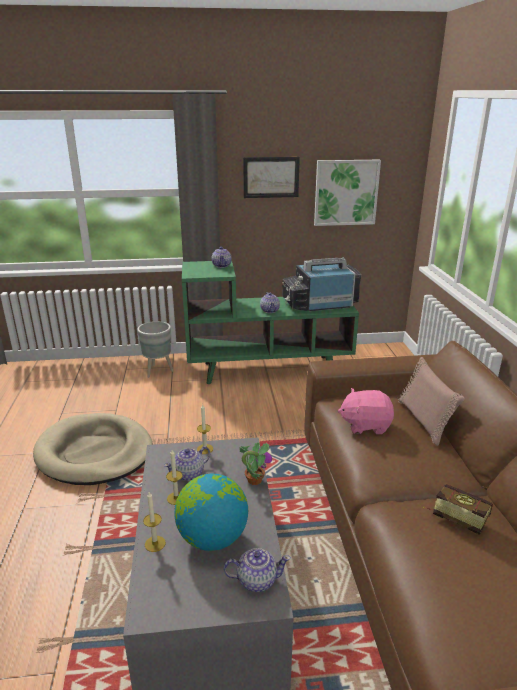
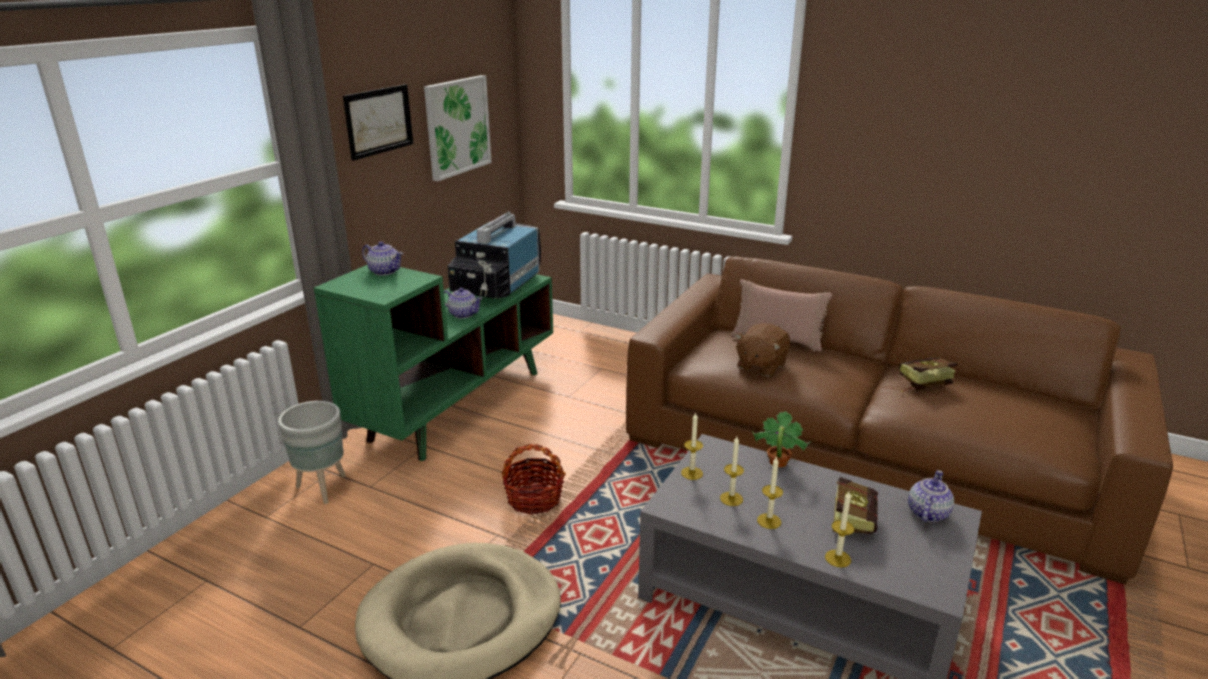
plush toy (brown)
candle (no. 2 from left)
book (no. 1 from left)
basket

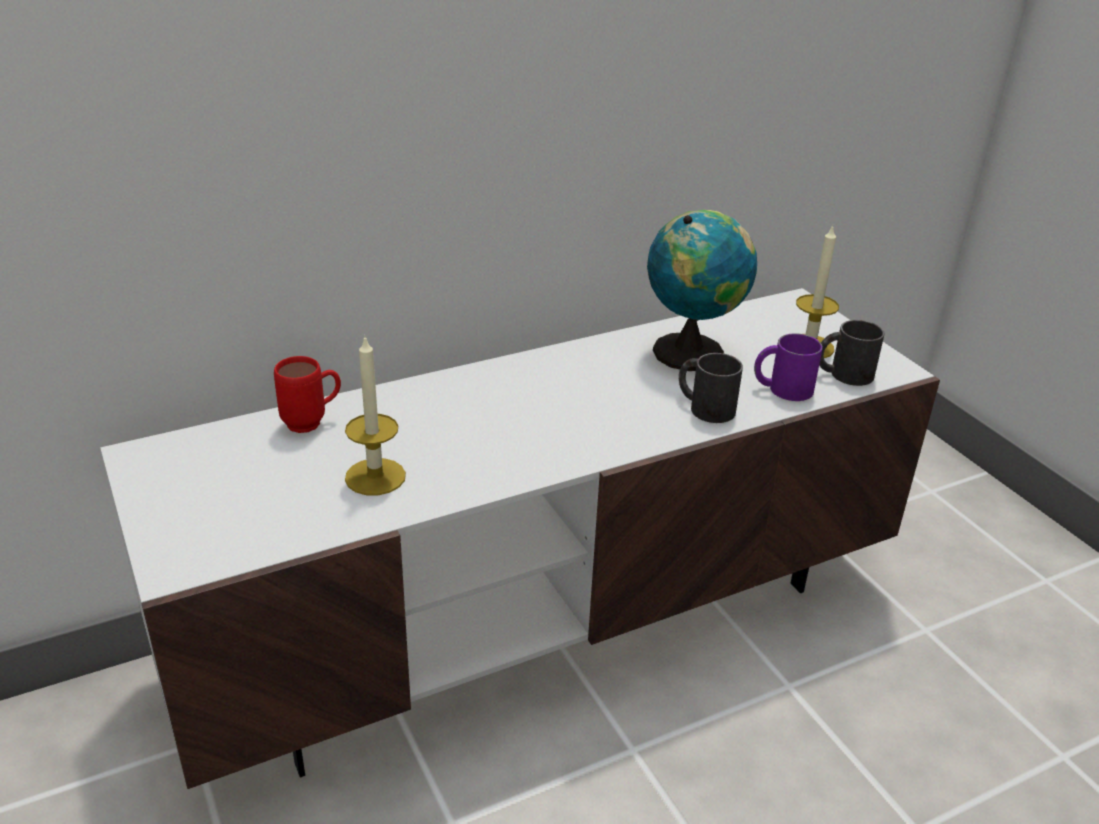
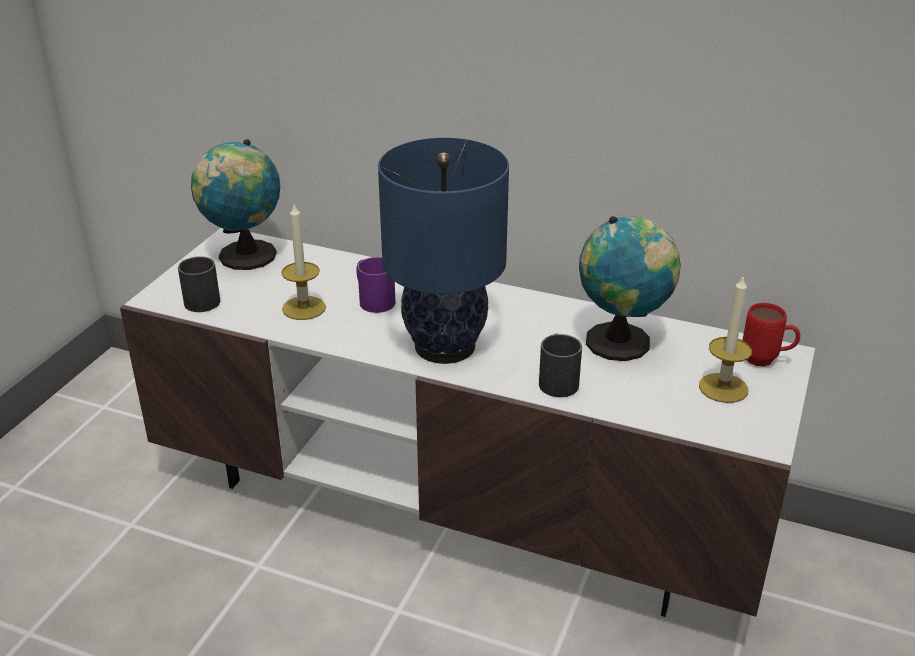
mug (black) (no. 1 from left)
mug (purple)
mug (red)
table lamp (blue)
globe (no. 1 from left)

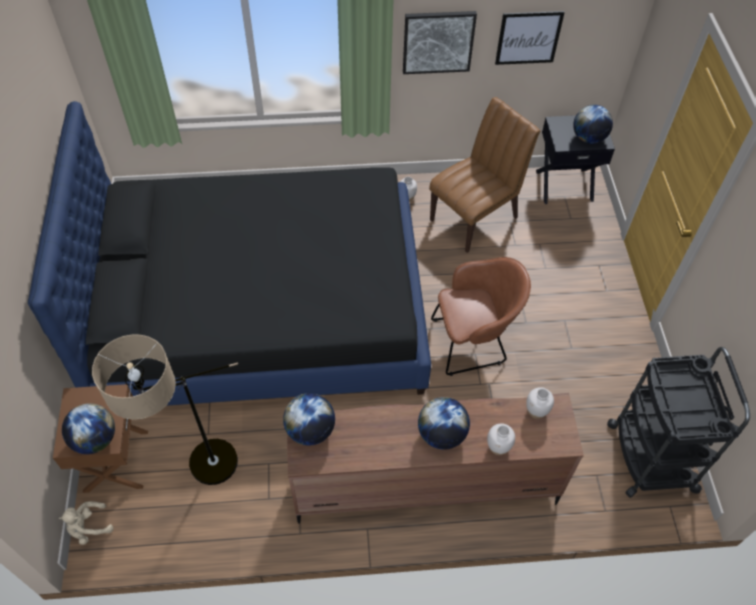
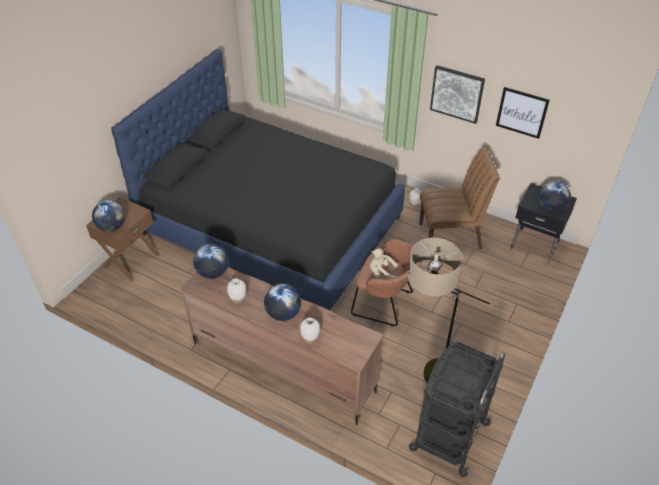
floor lamp
vase (white) (no. 1 from left)
plush toy (beige)

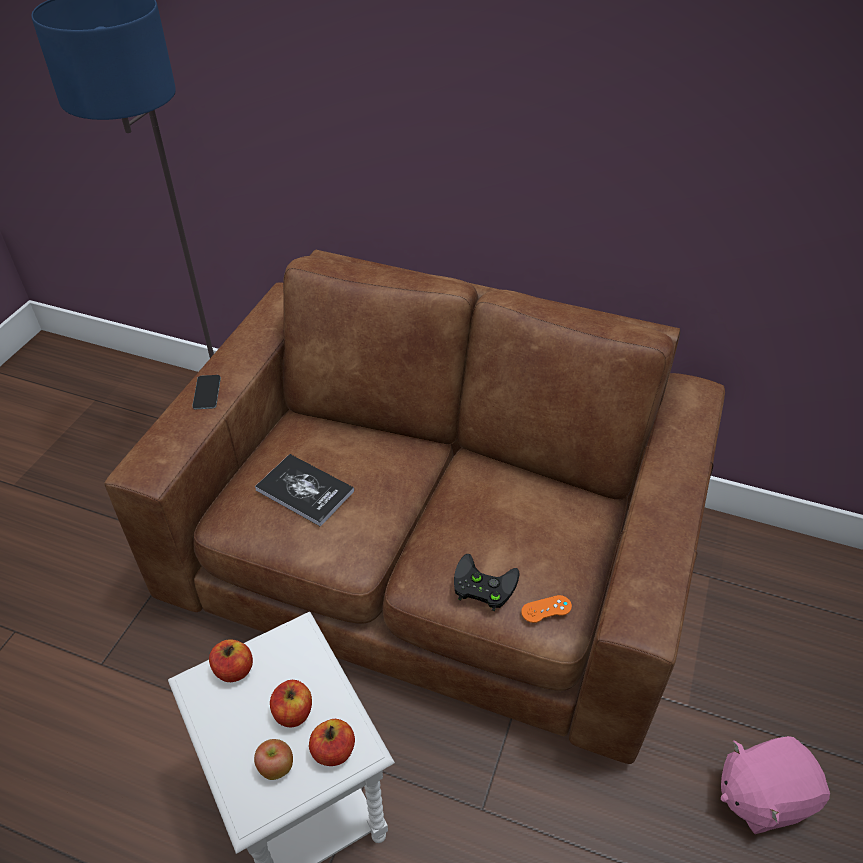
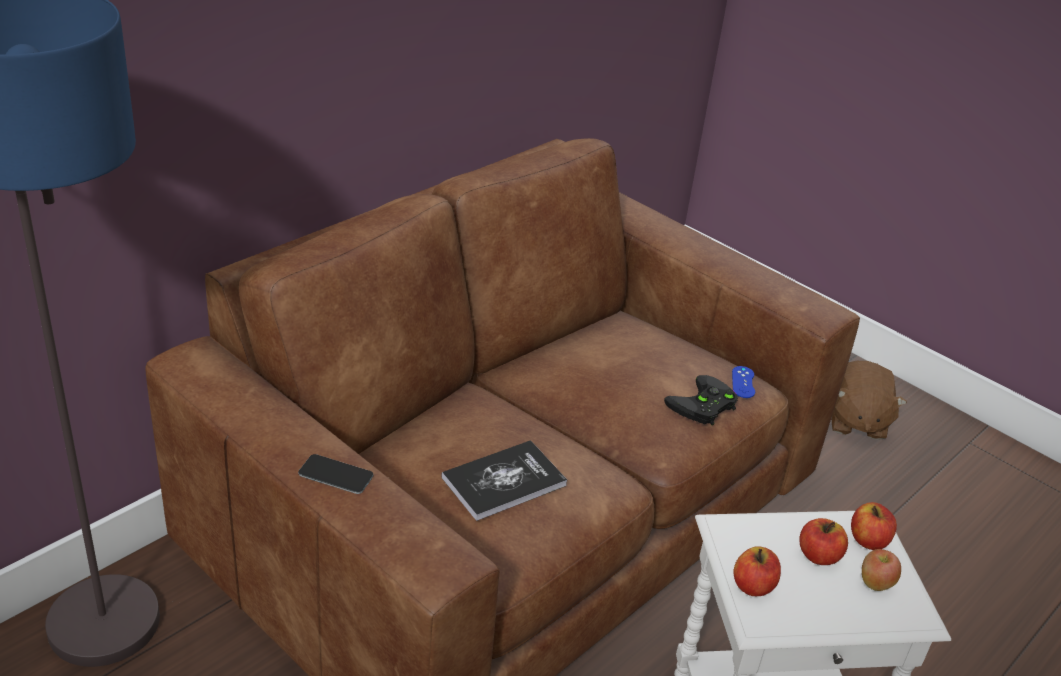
game controller (blue)
plush toy (brown)

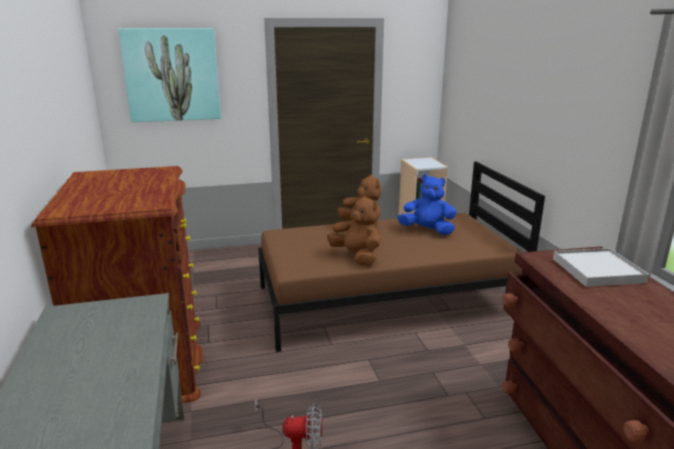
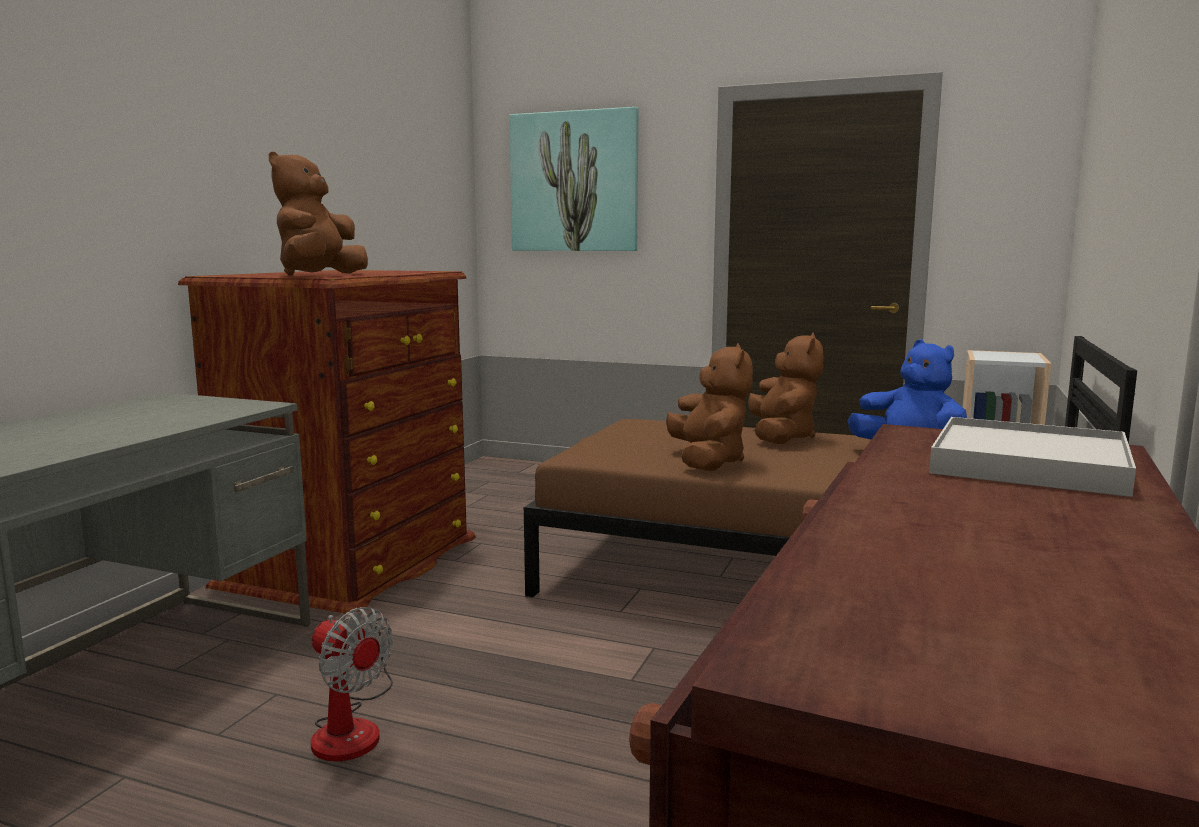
plush toy (brown) (no. 1 from left)

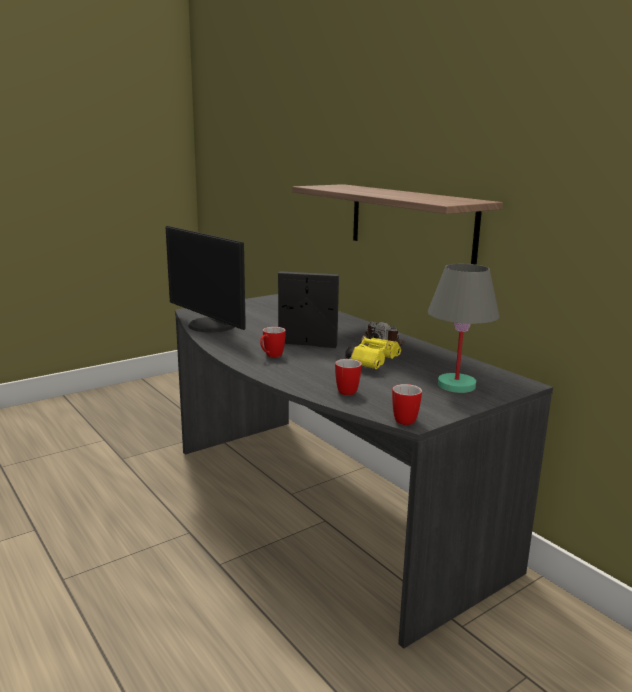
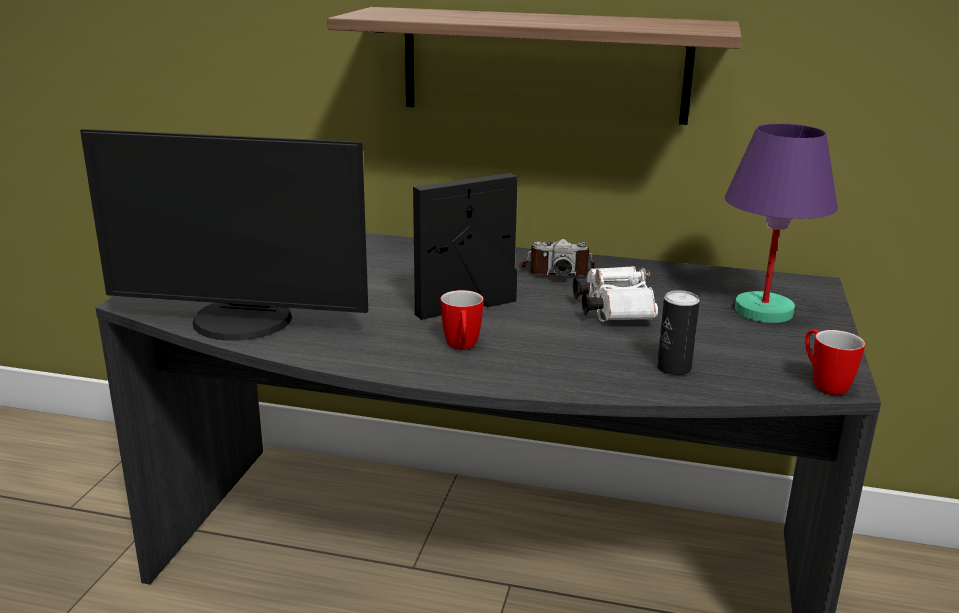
table lamp (purple)
binoculars (white)
can

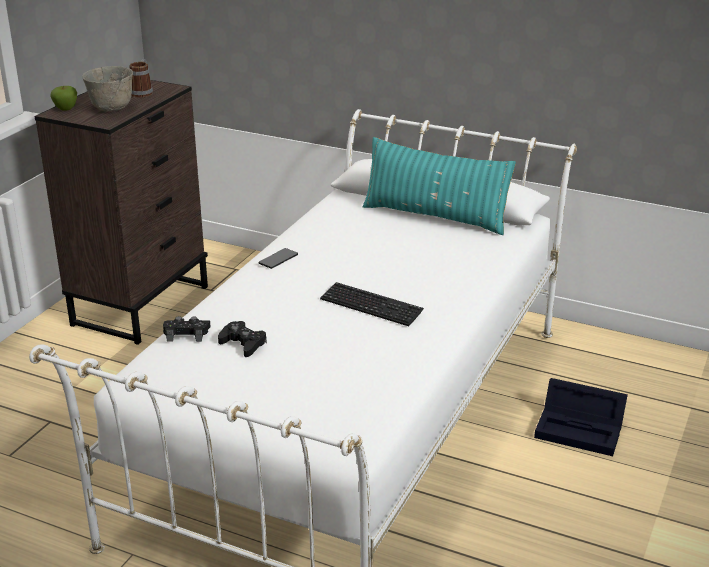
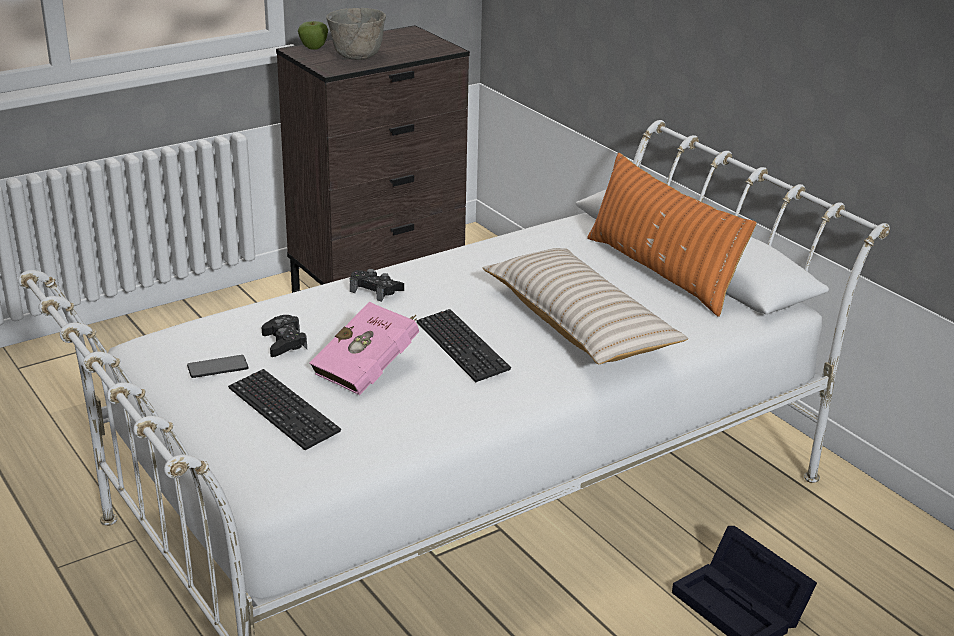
mug
pillow (orange)
phone
game controller (black) (no. 2 from left)
pillow (beige)
book (pink)
keyboard (no. 1 from left)

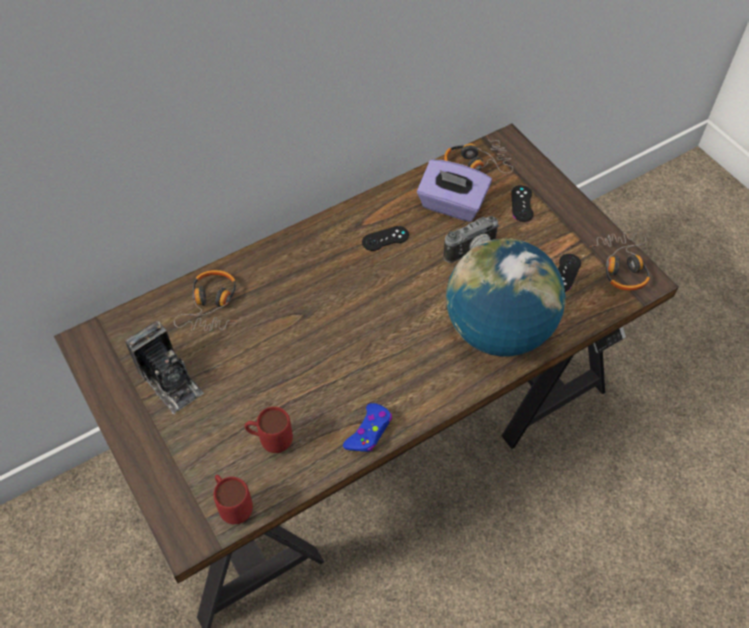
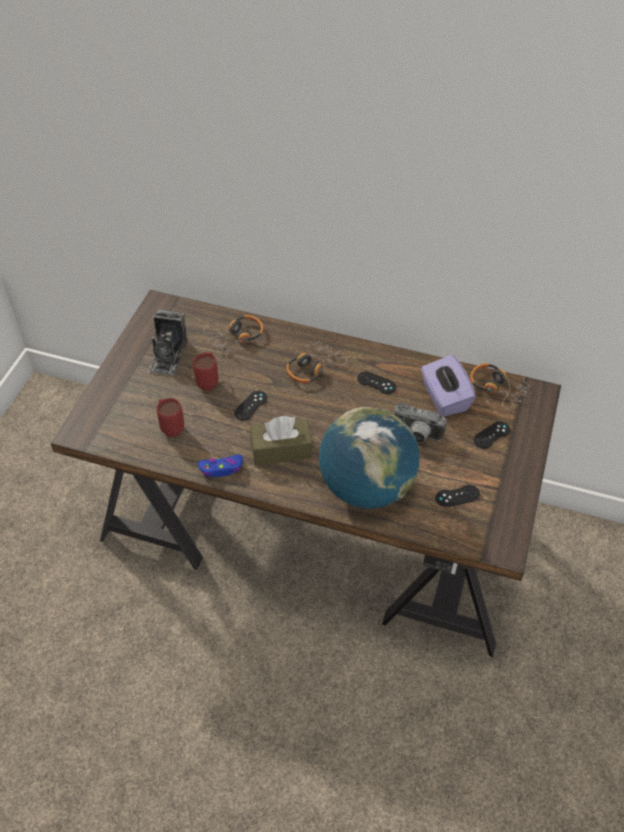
headphones (no. 2 from left)
mug (red) (no. 2 from left)
game controller (black) (no. 1 from left)
tissue box (brown)

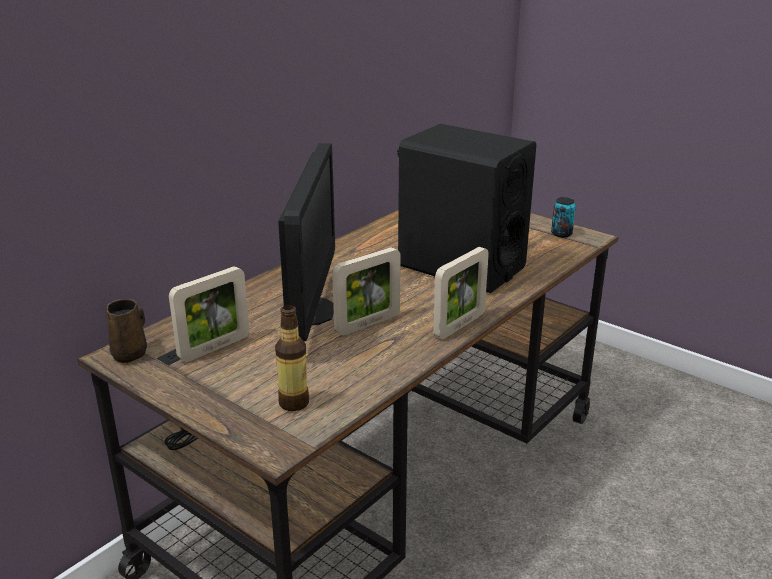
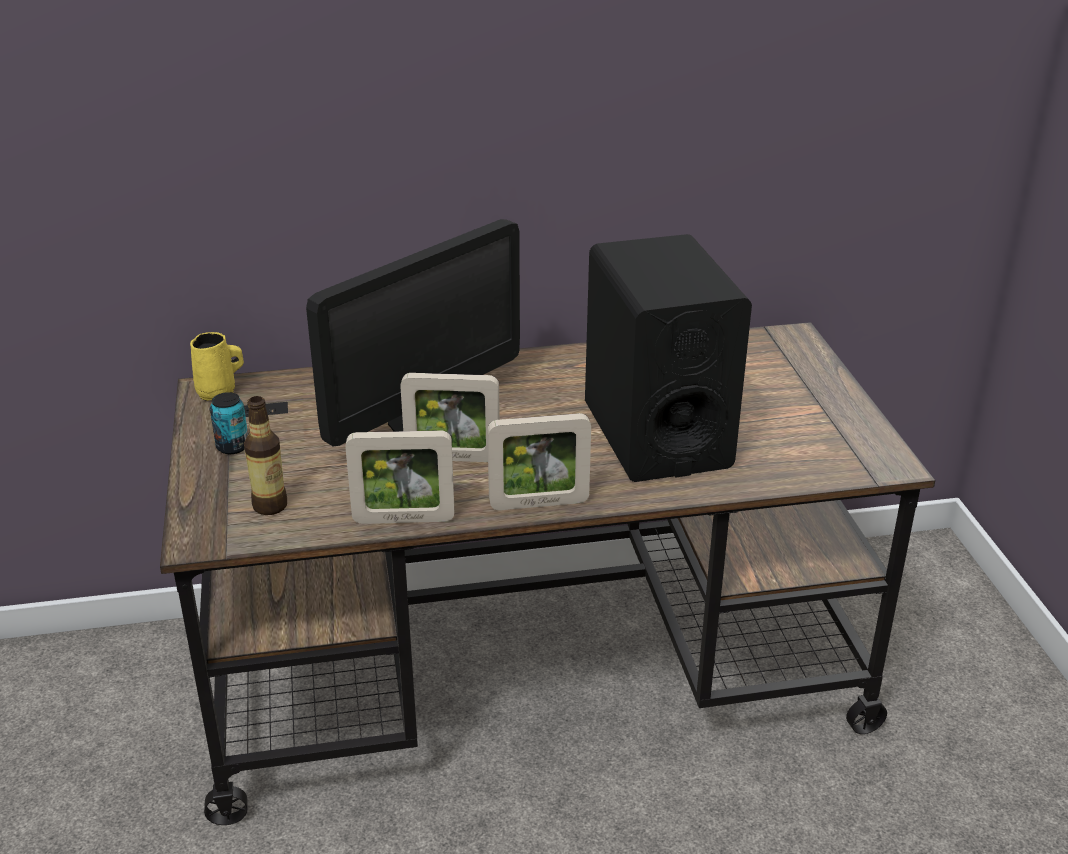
can
picture frame (no. 1 from left)
mug (yellow)

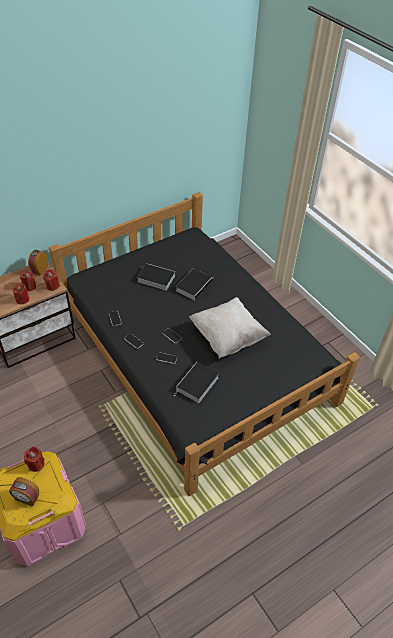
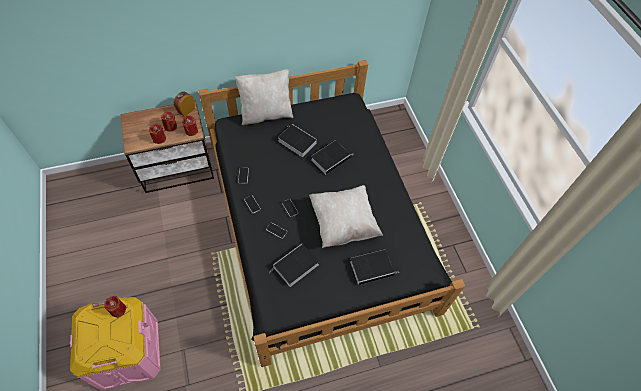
alarm clock (no. 1 from left in the first image)
pillow (beige) (no. 1 from left)
book (no. 4 from left)

